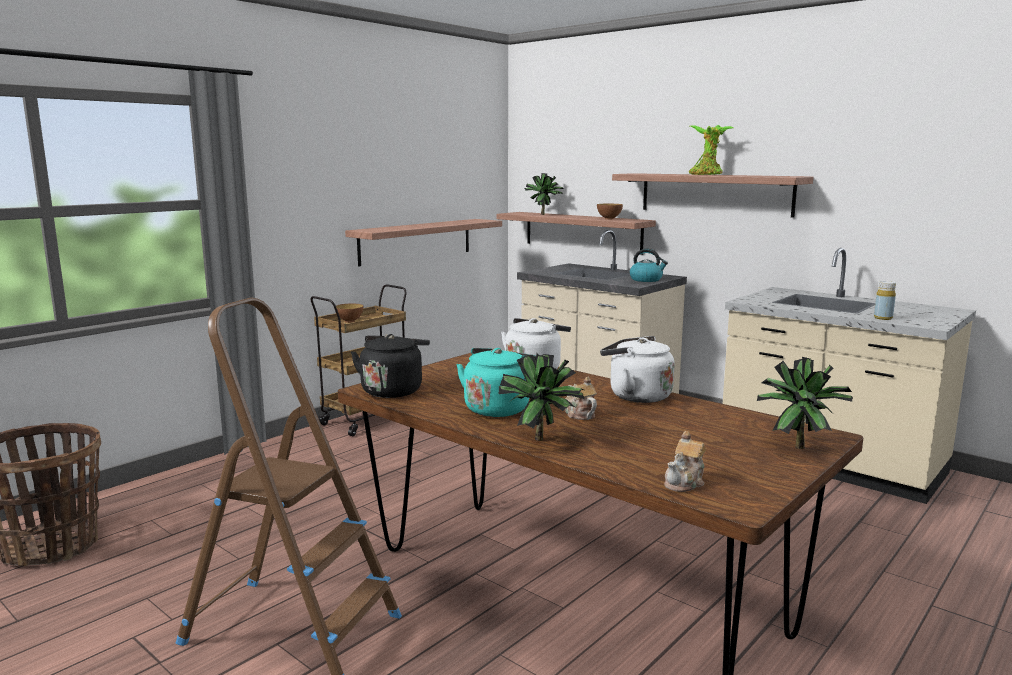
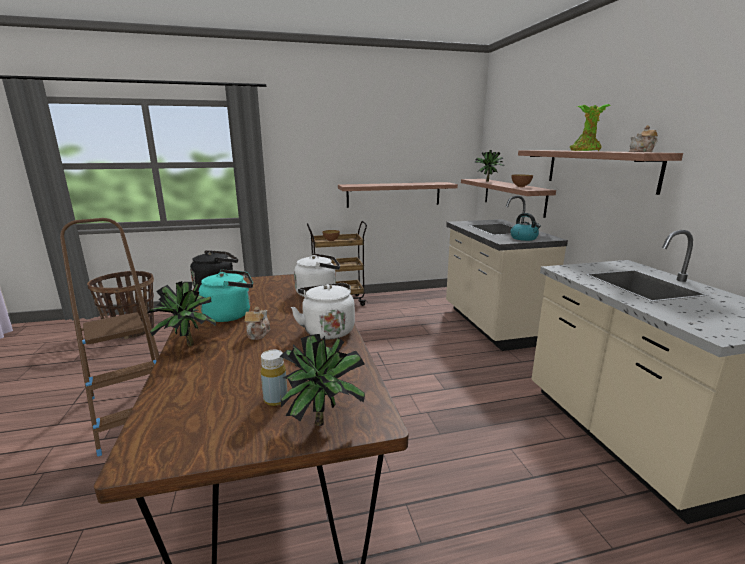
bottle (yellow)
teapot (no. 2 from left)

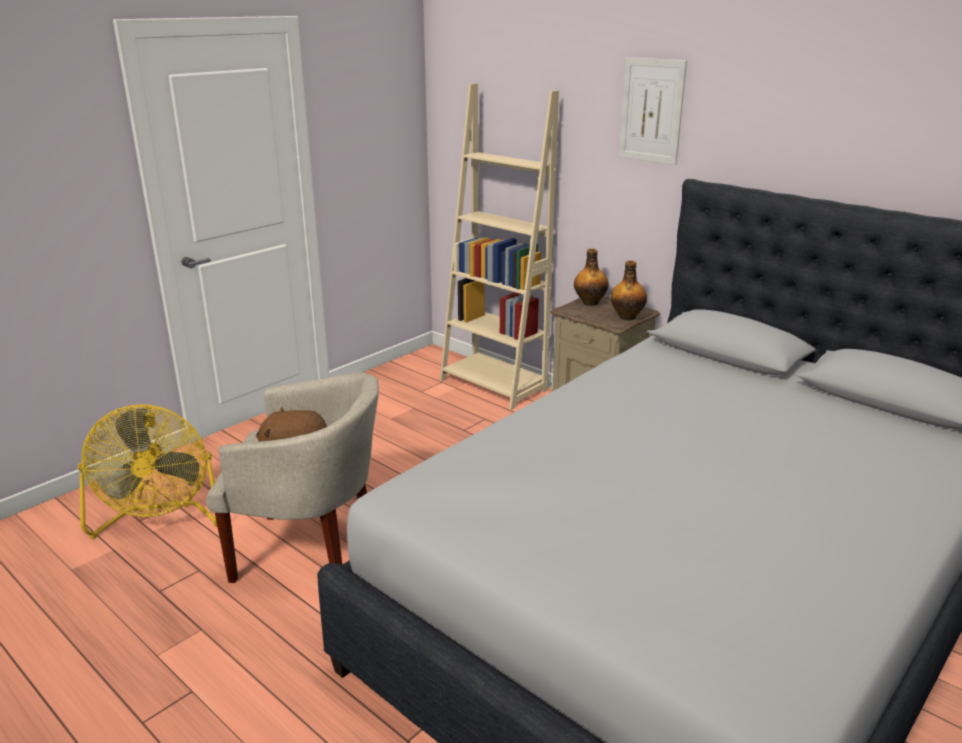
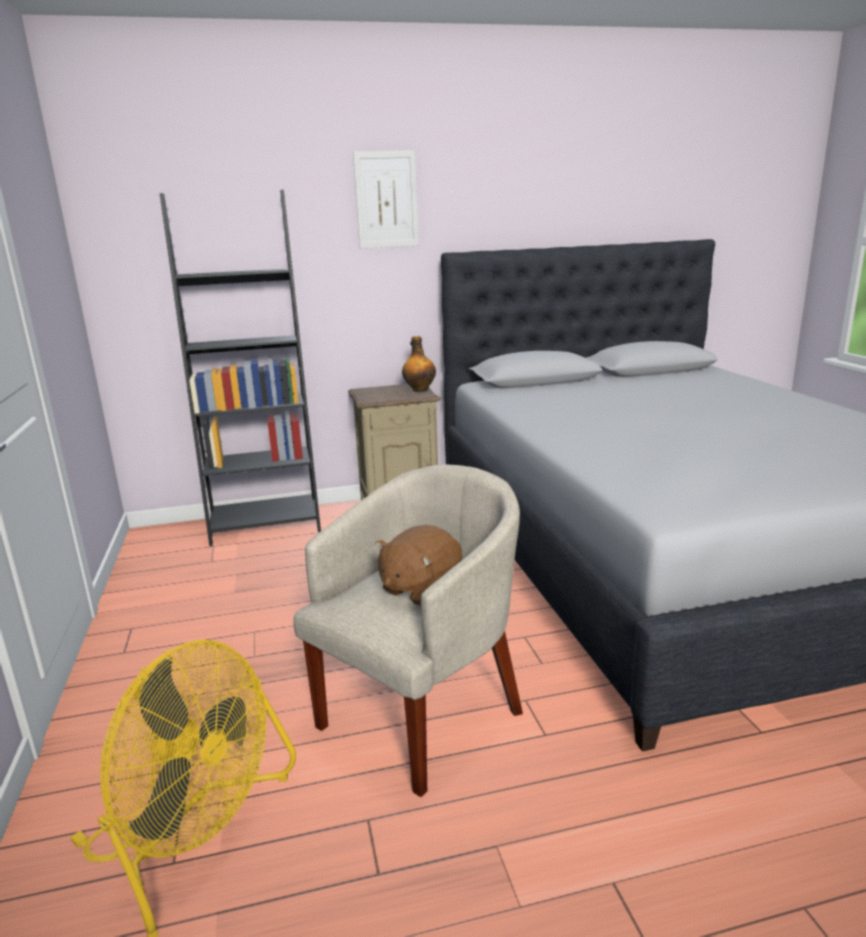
bookcase (black)
bottle (no. 1 from left in the first image)

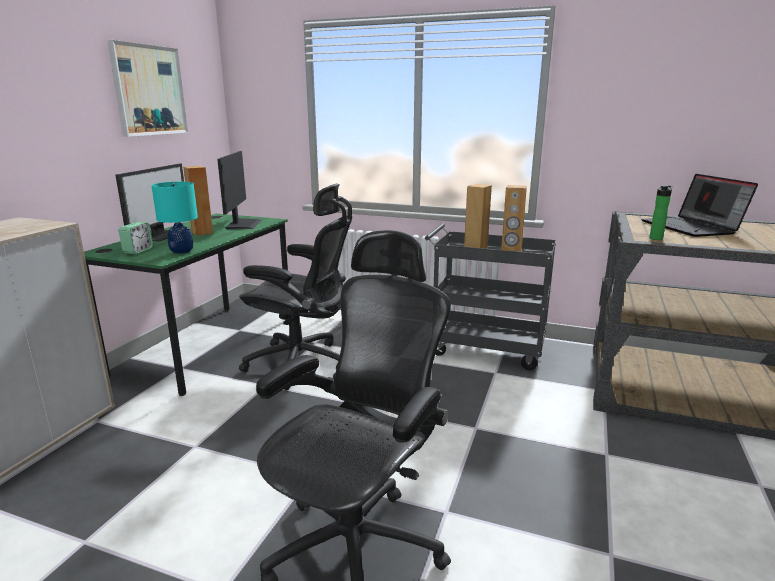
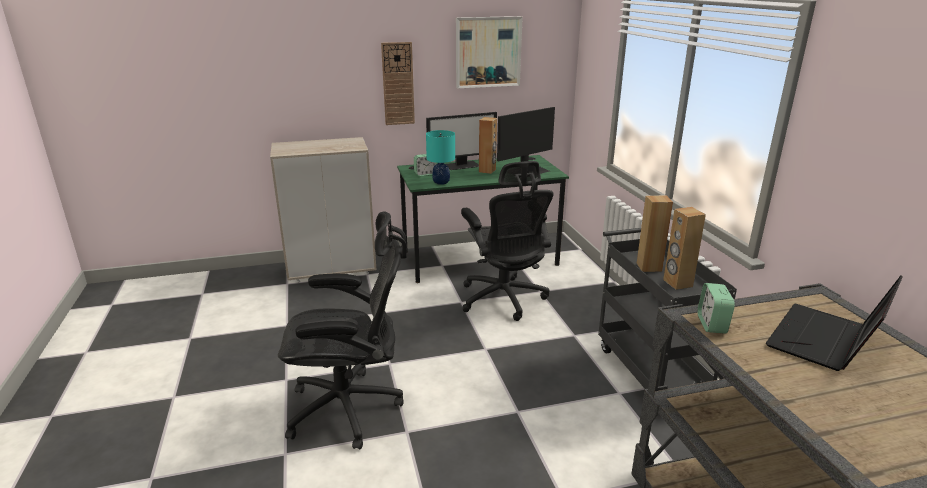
alarm clock (no. 2 from left)
wall clock

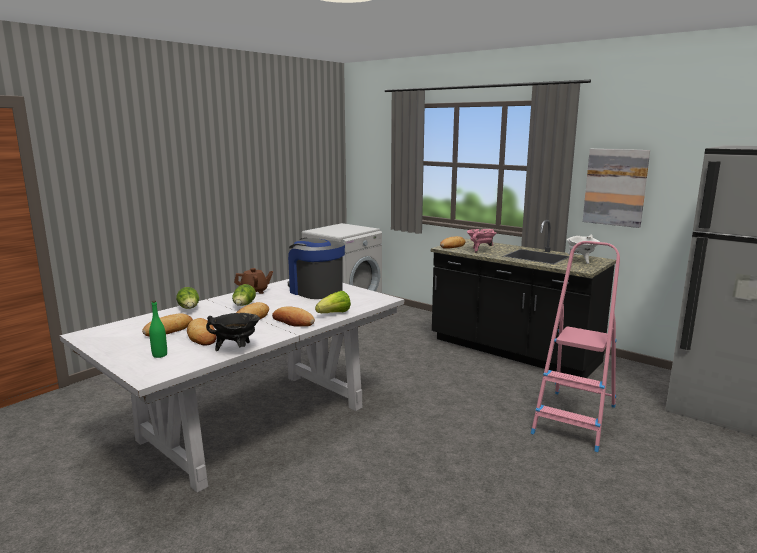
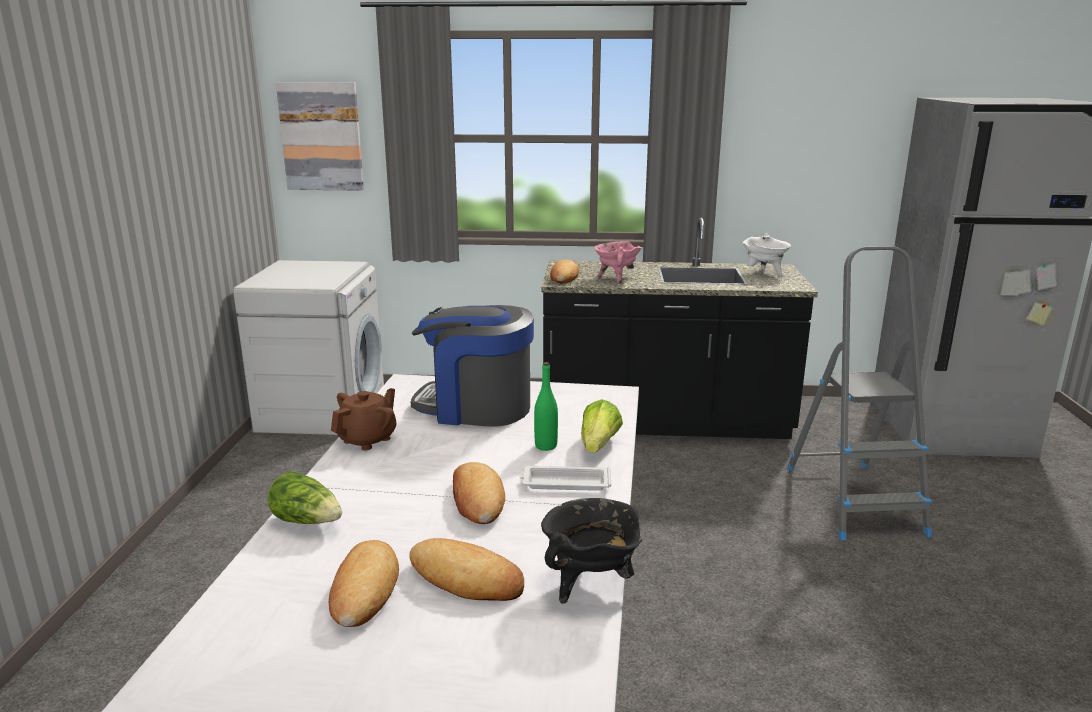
picture
step ladder (grey)
lettuce (no. 2 from left in the first image)
bottle (green)
tray (white)

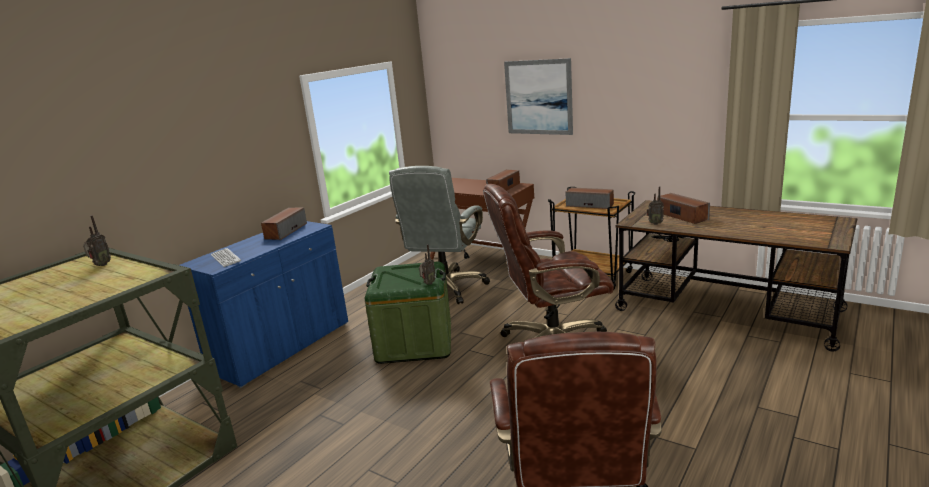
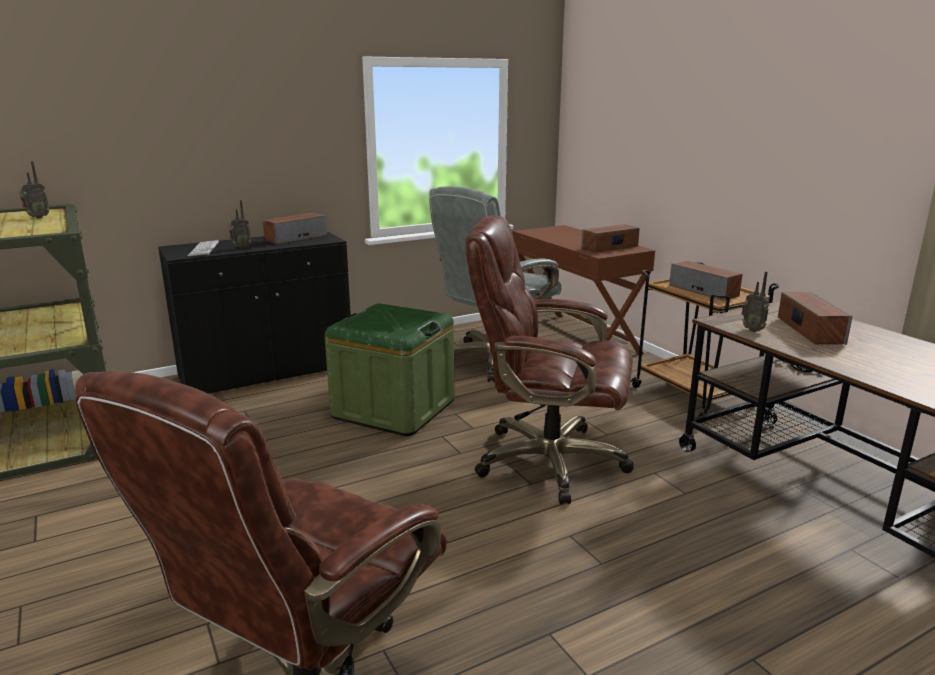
picture
cabinet (black)
radio (no. 2 from left)

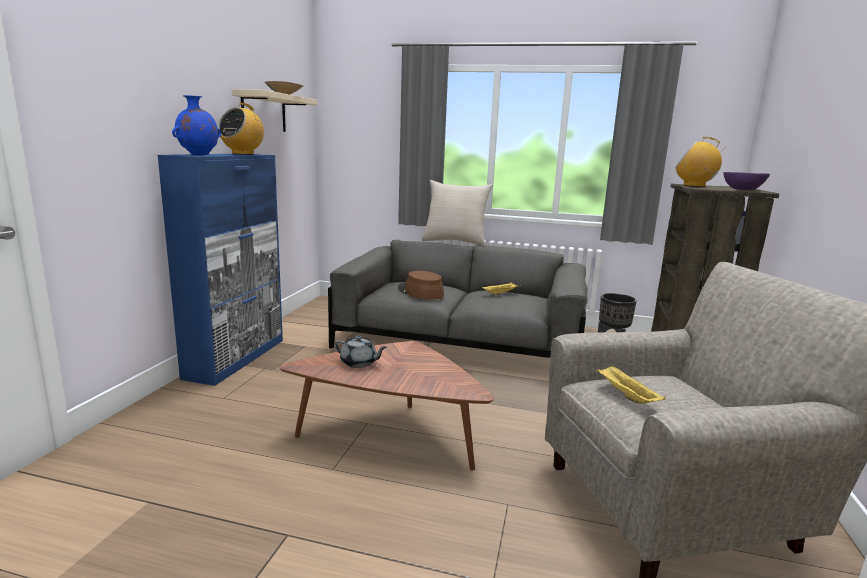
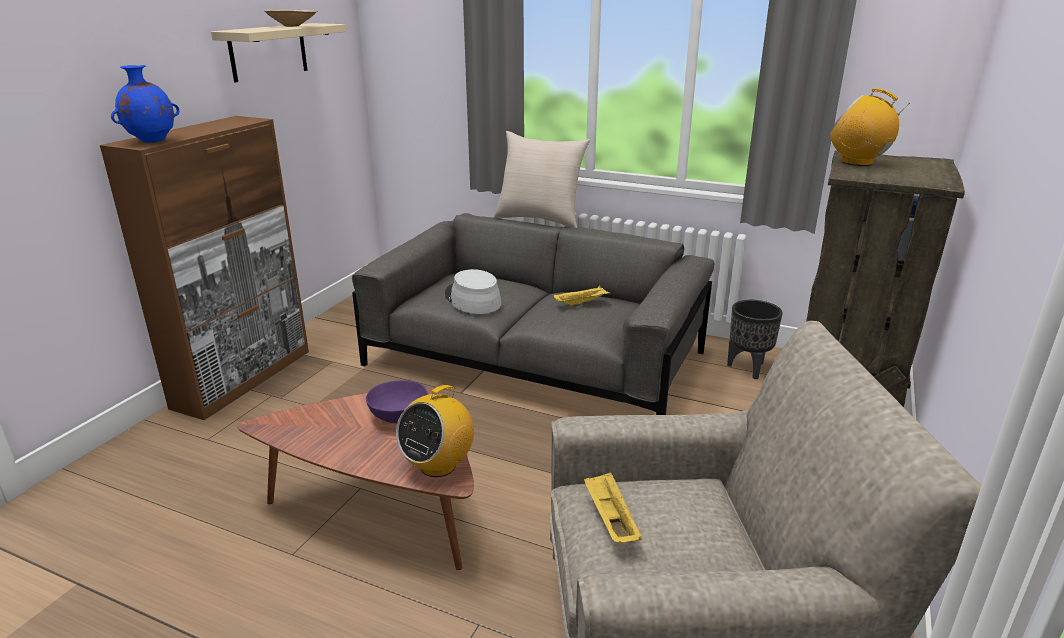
radio (no. 1 from left)
cabinet (brown)
bowl (purple)
hat (grey)
teapot (grey)

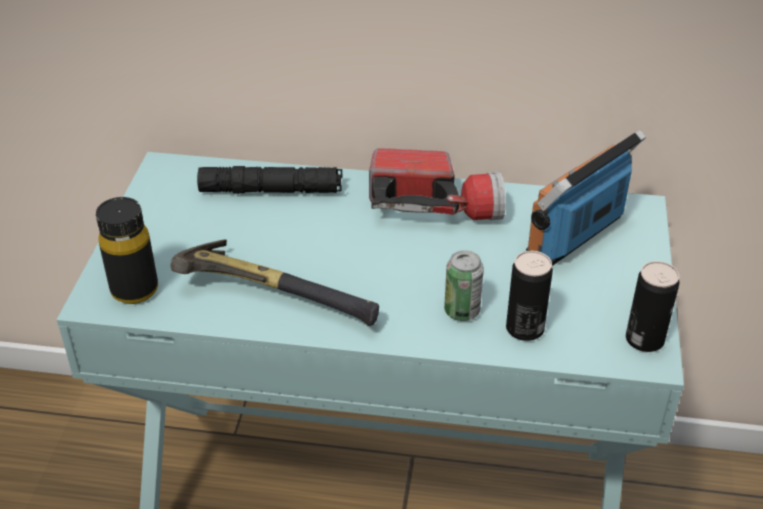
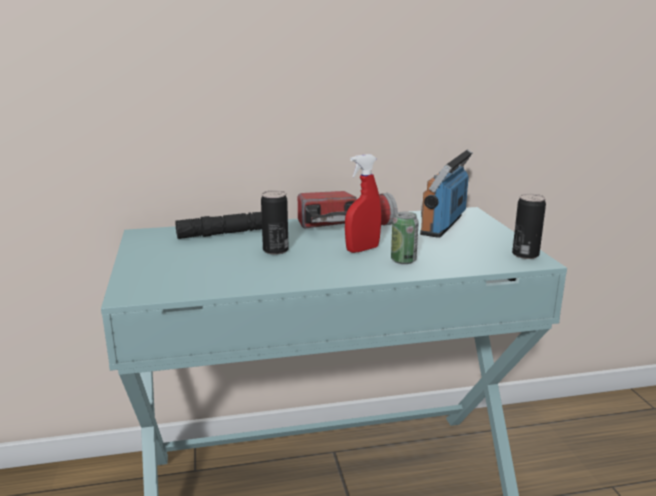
bottle (black)
hammer
can (no. 1 from left)
spray bottle (red)

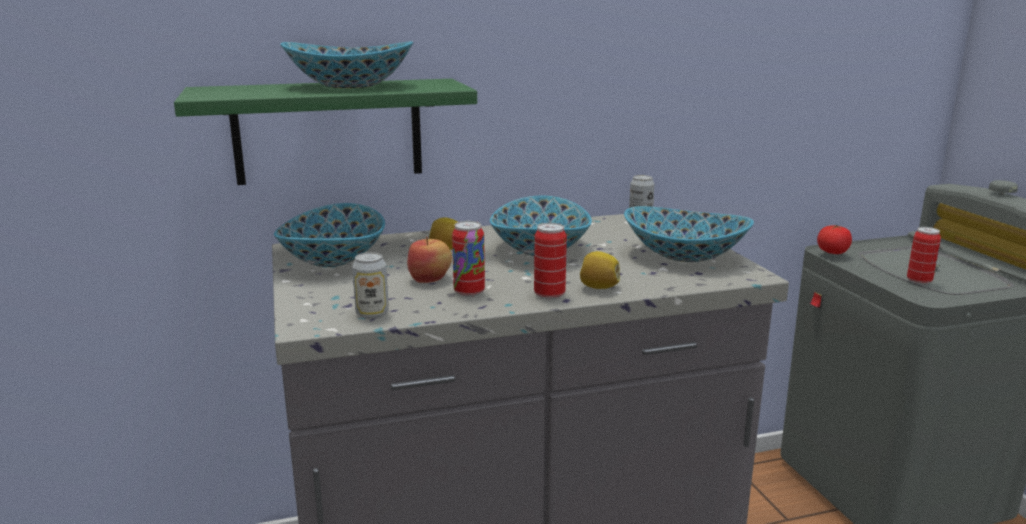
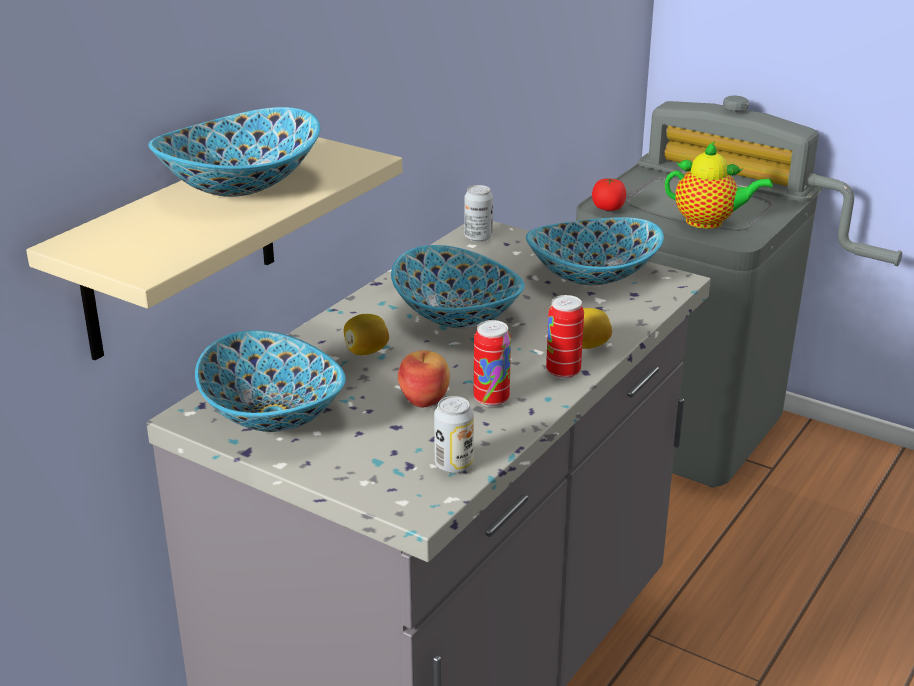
shelf (beige)
teapot

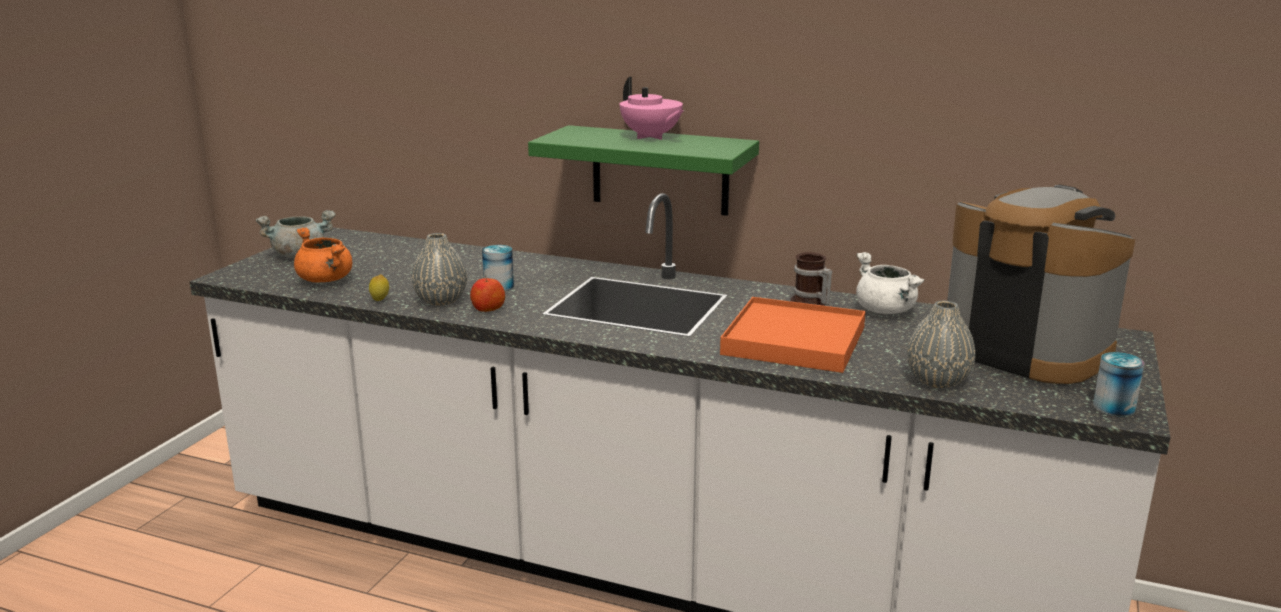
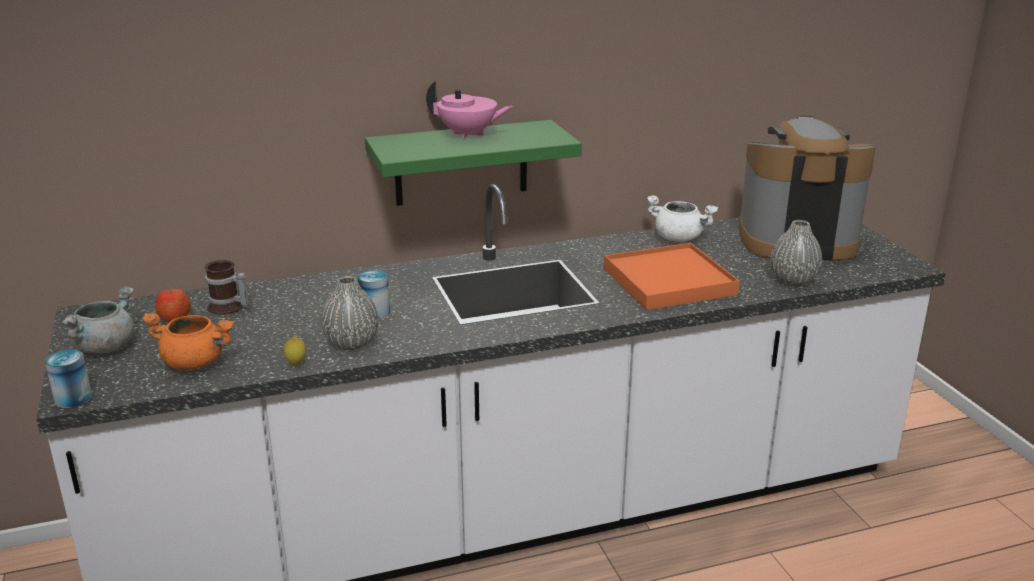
mug
apple
can (no. 1 from left)

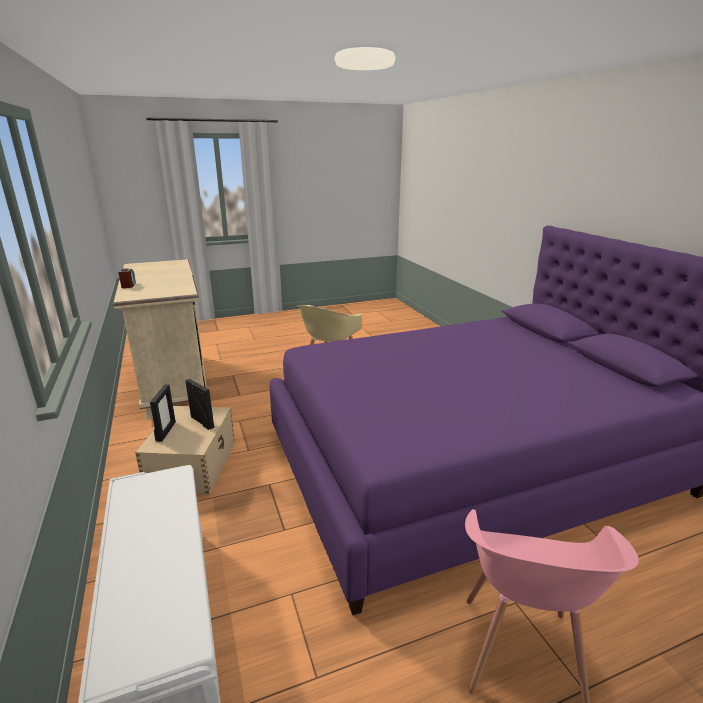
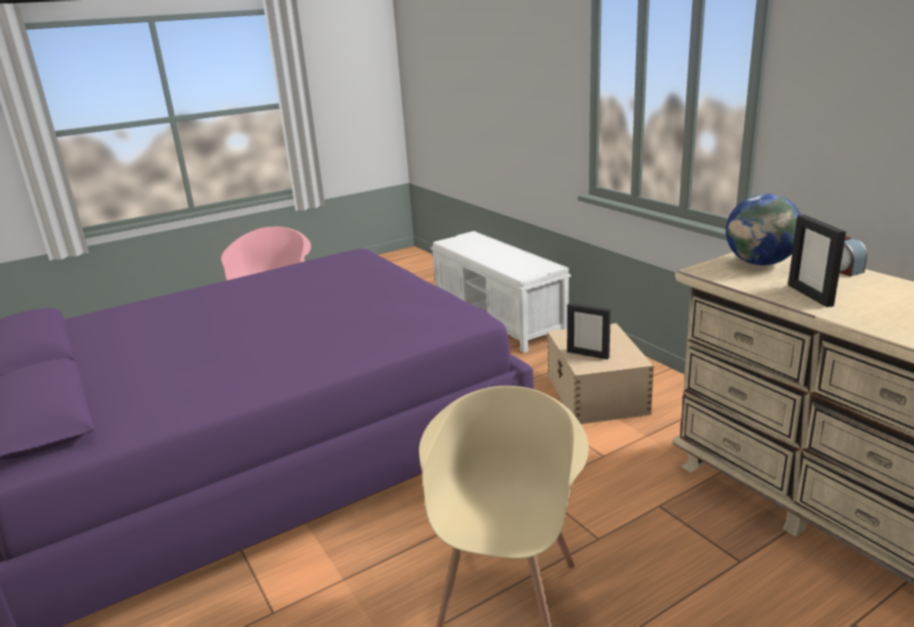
picture frame (no. 2 from left)
globe

